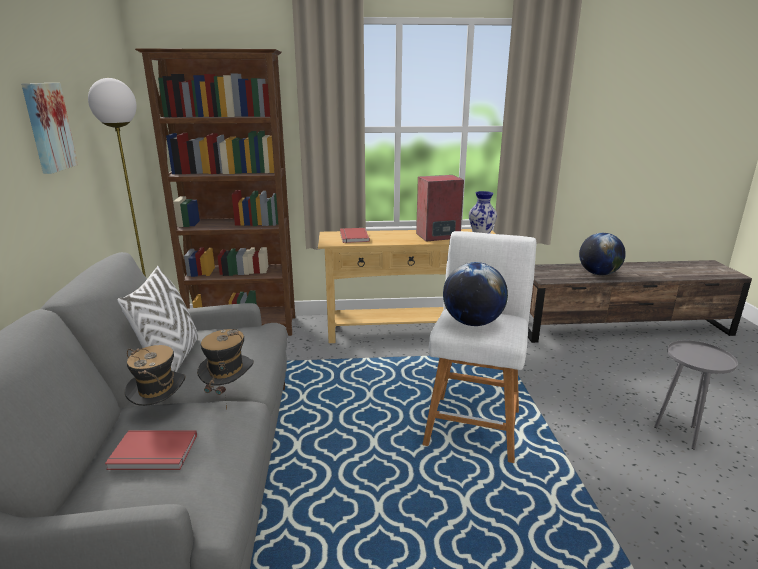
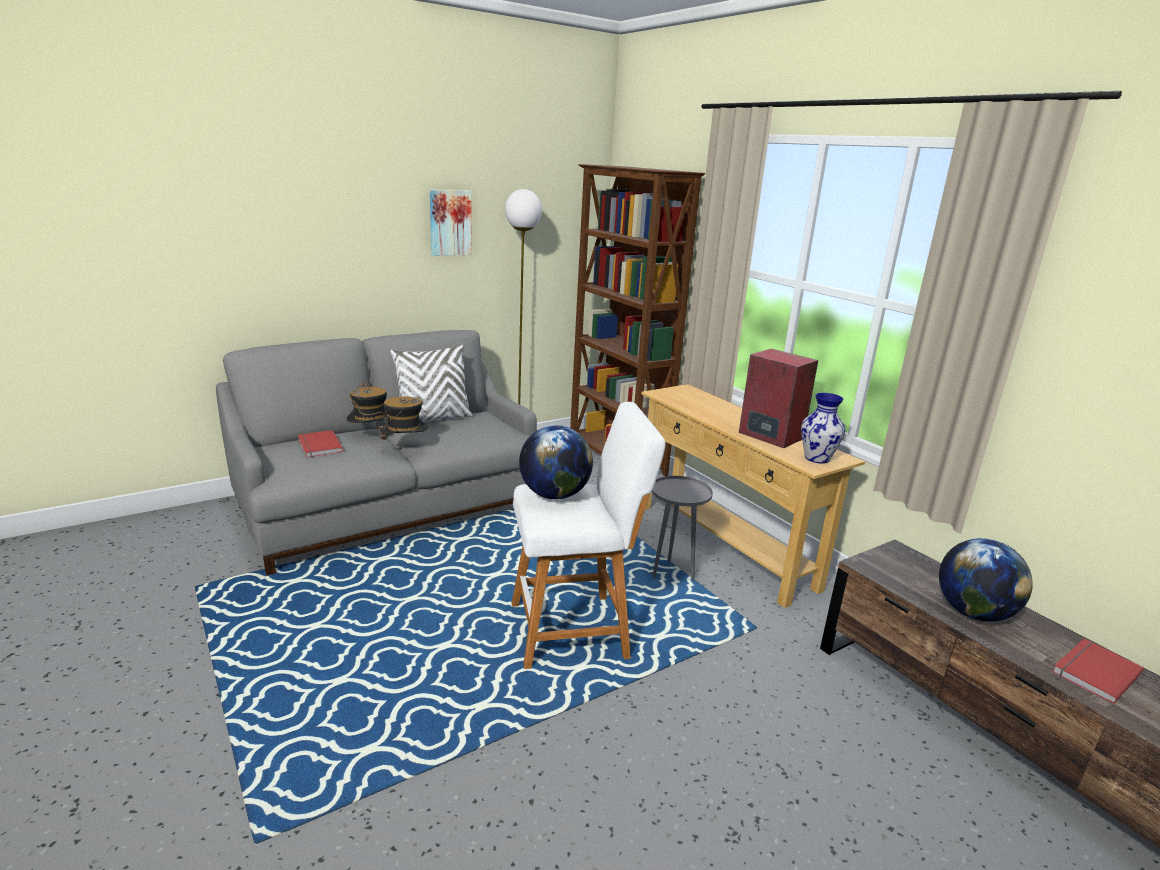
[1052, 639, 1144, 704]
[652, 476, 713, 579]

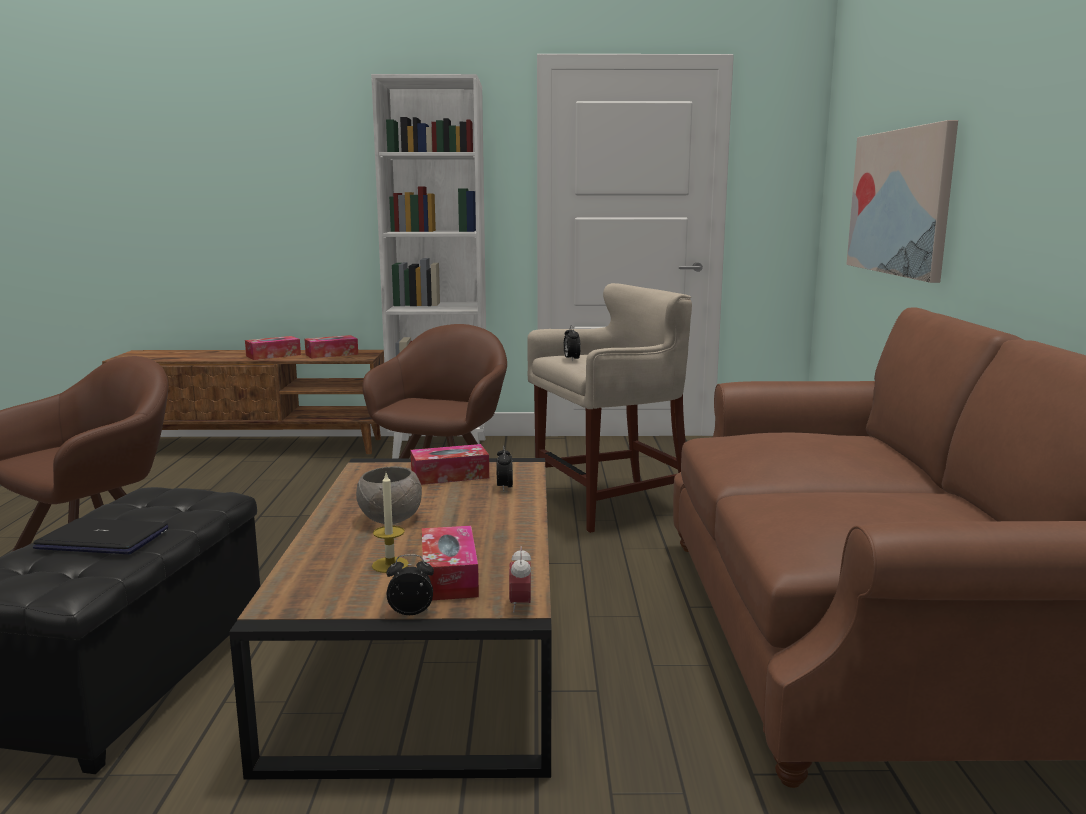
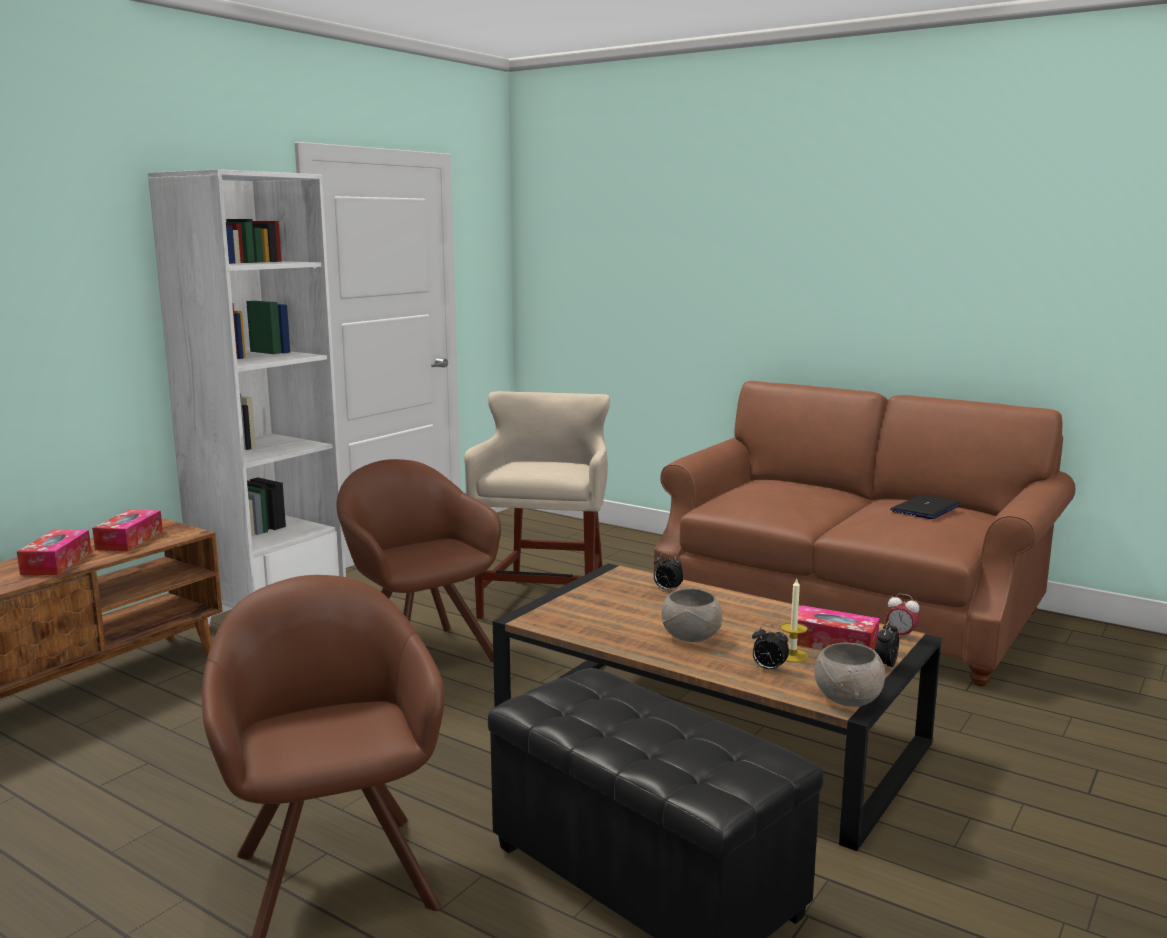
[890, 495, 961, 519]
[410, 444, 489, 485] (first image)
[752, 625, 789, 672]
[846, 120, 958, 283] (first image)
[815, 643, 885, 707]

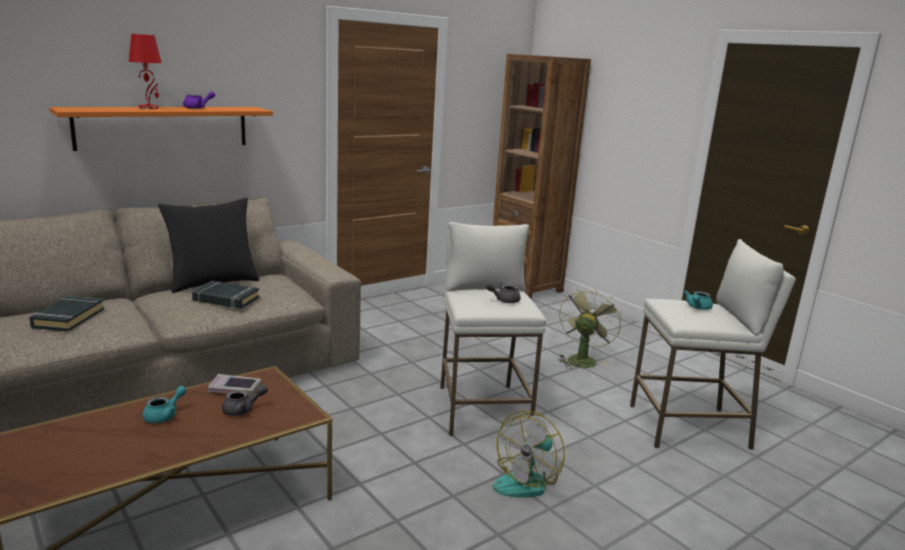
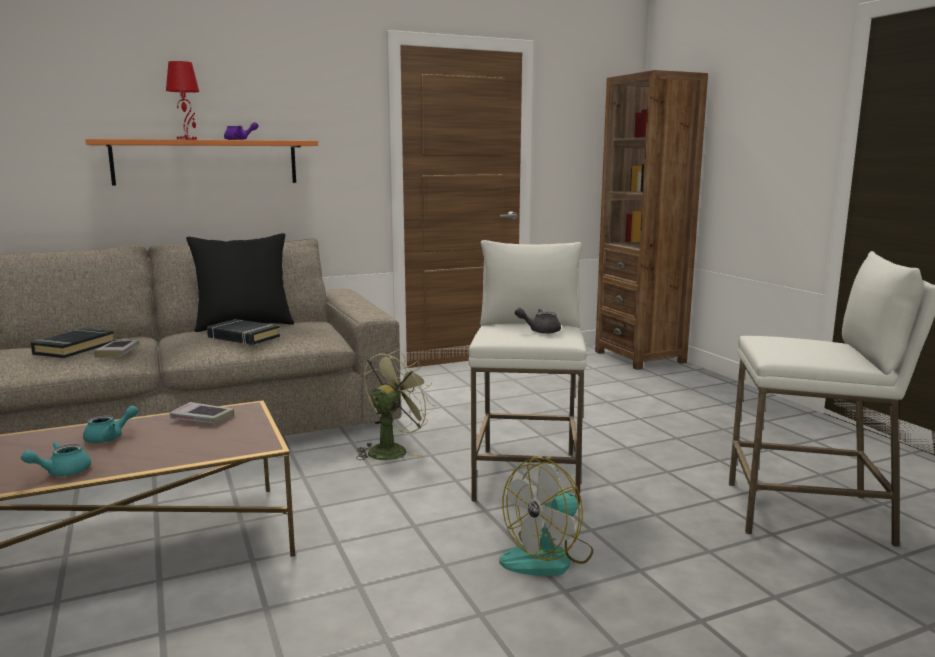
[222, 385, 268, 416] (first image)
[356, 349, 436, 460]
[21, 442, 91, 476]
[94, 340, 140, 358]

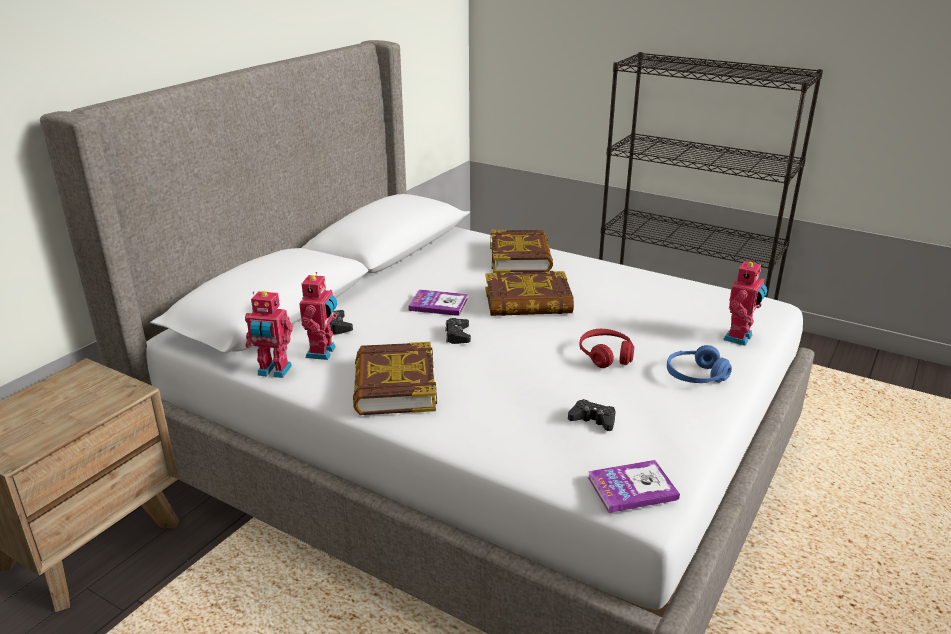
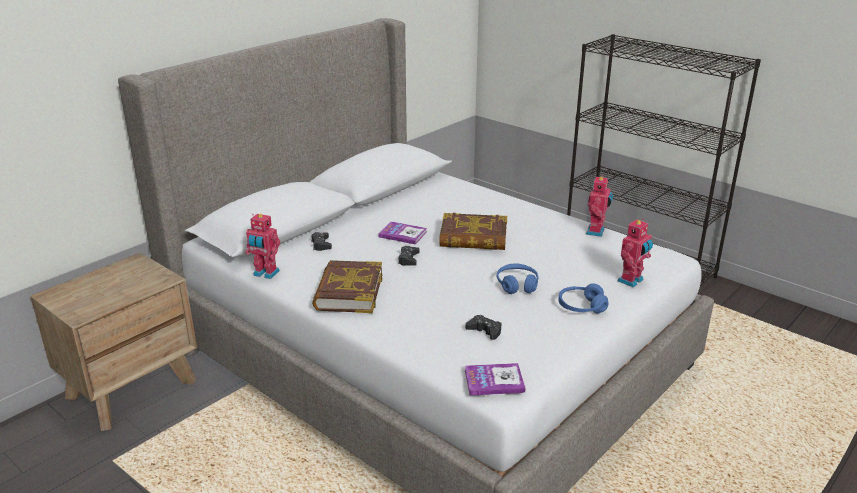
[586, 175, 613, 237]
[490, 230, 553, 273] (first image)
[497, 263, 538, 294]

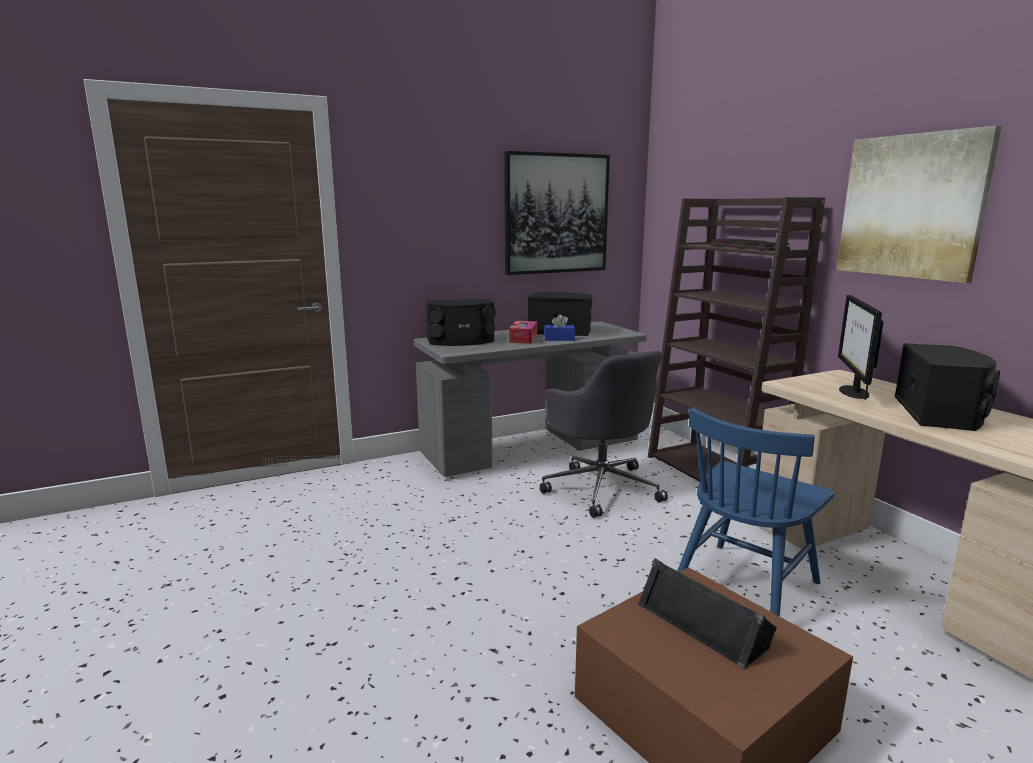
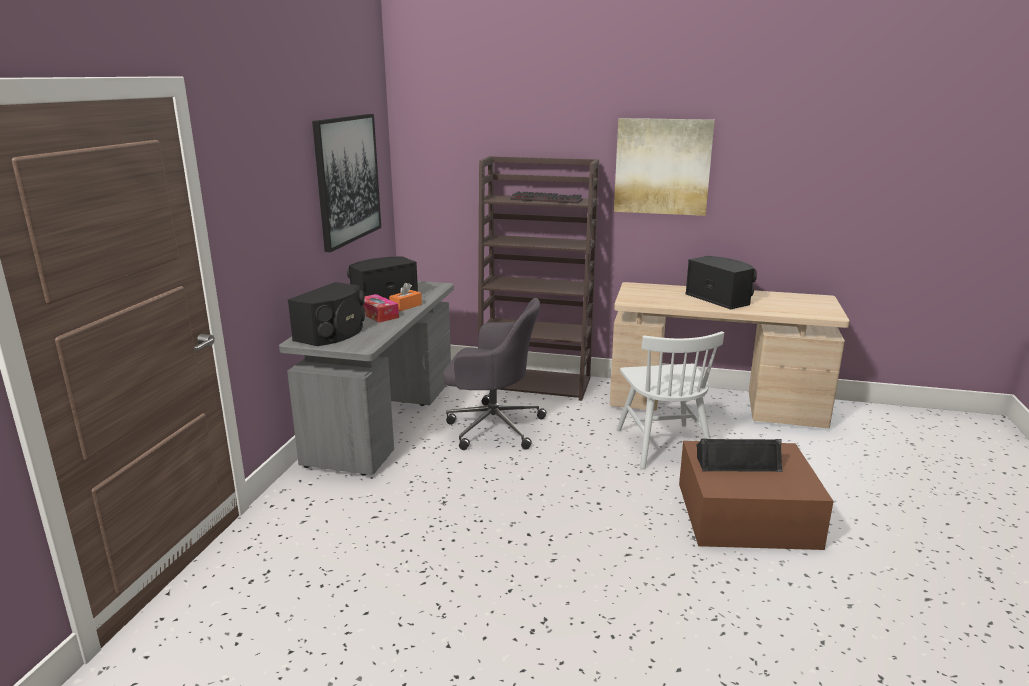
[389, 283, 422, 311]
[617, 331, 724, 469]
[838, 295, 884, 400] (first image)

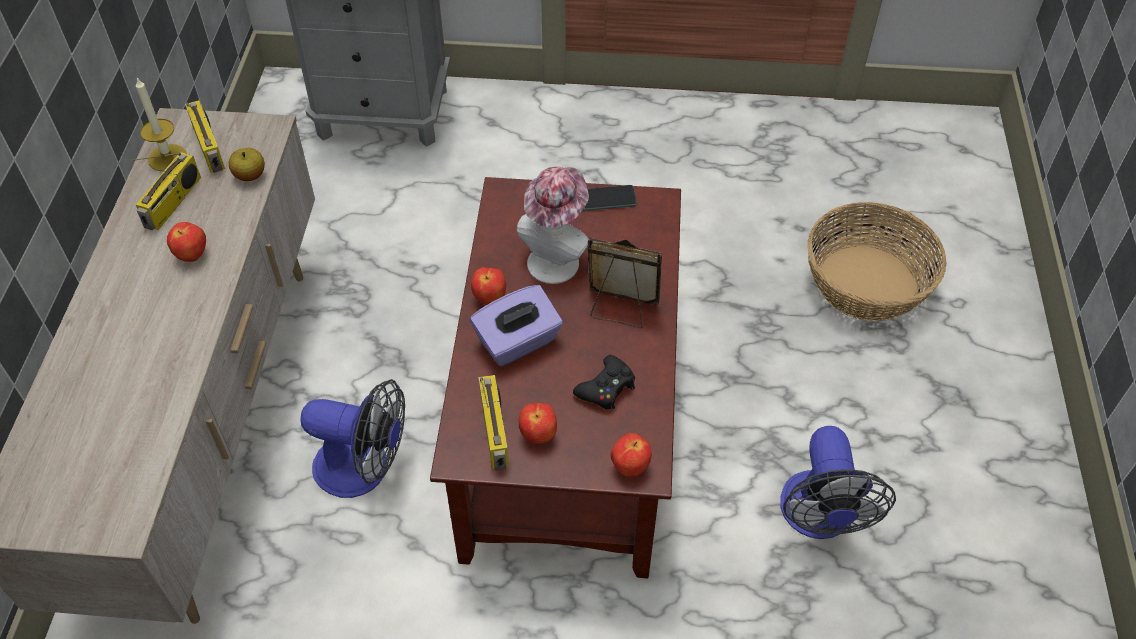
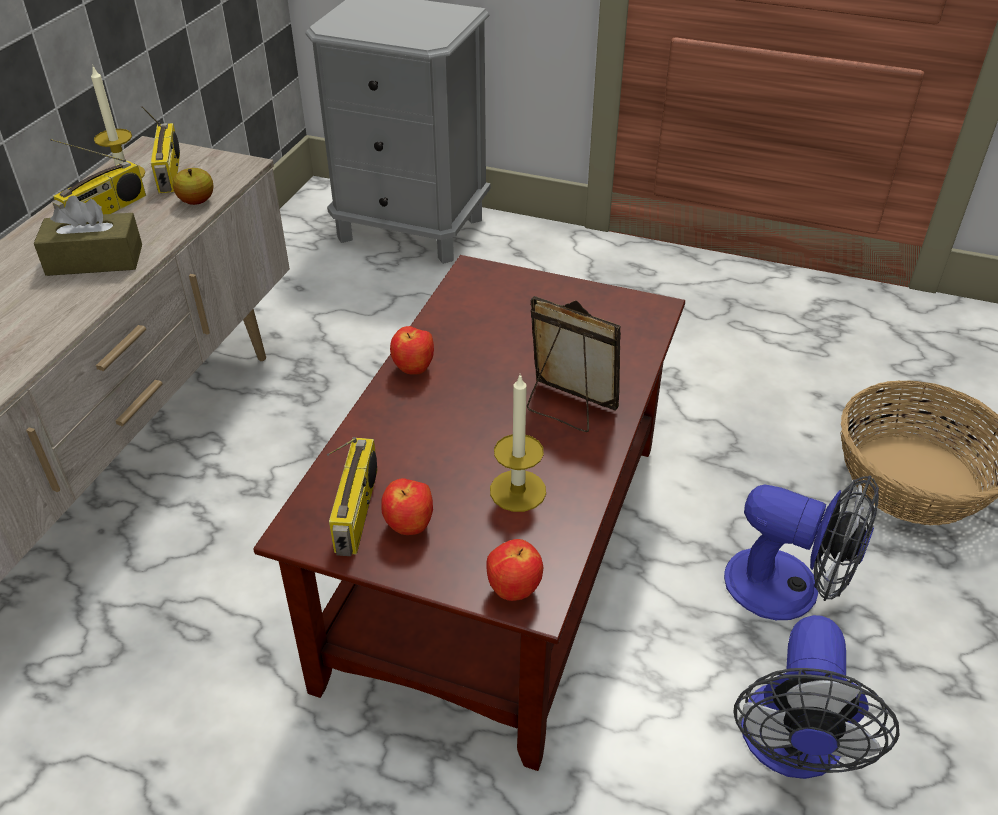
[34, 196, 142, 276]
[724, 475, 879, 620]
[470, 285, 563, 366] (first image)
[517, 167, 589, 284] (first image)
[490, 373, 546, 512]
[583, 185, 637, 211] (first image)

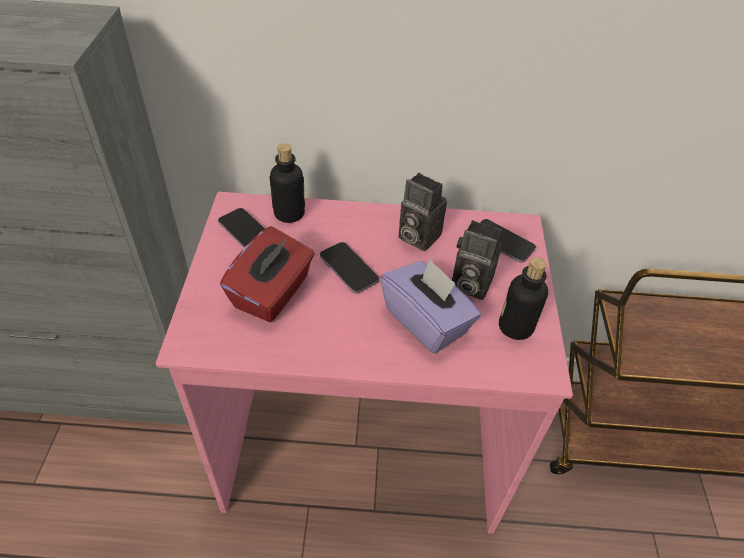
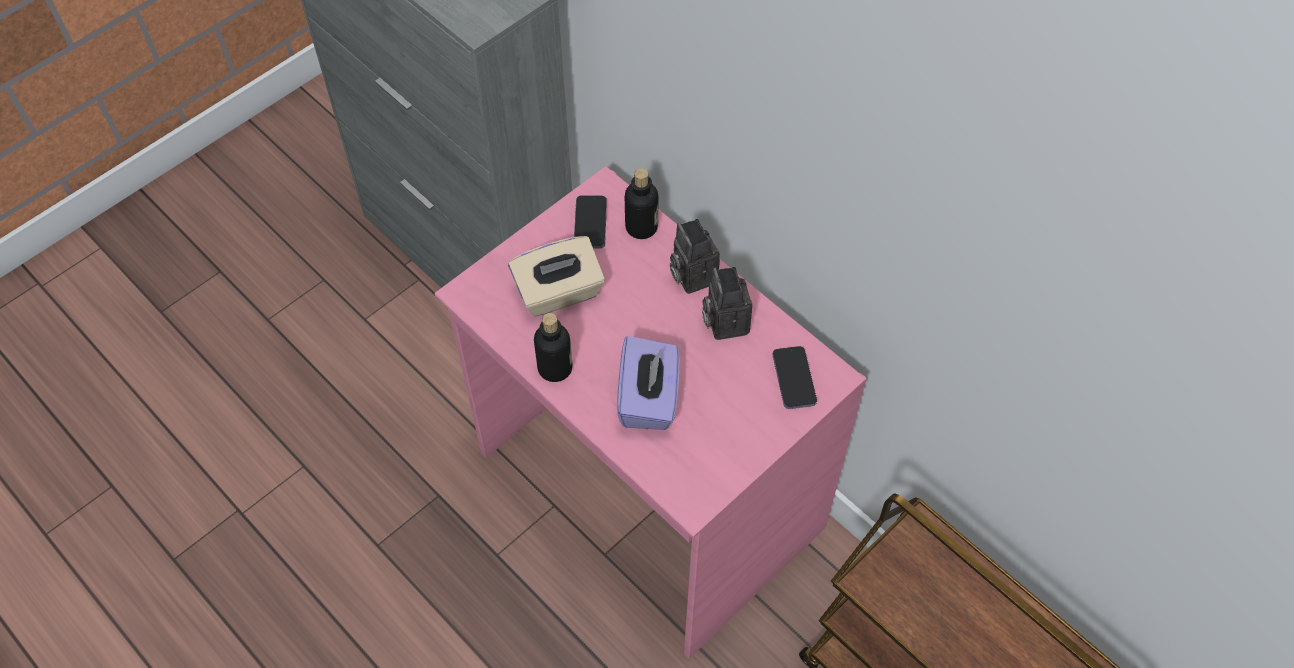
[508, 236, 605, 317]
[320, 242, 379, 293] (first image)
[670, 219, 720, 294]
[534, 313, 572, 382]

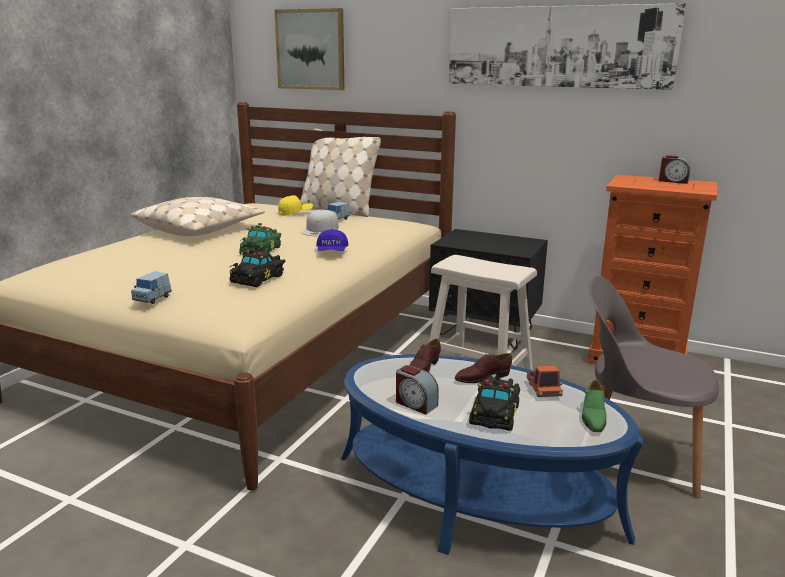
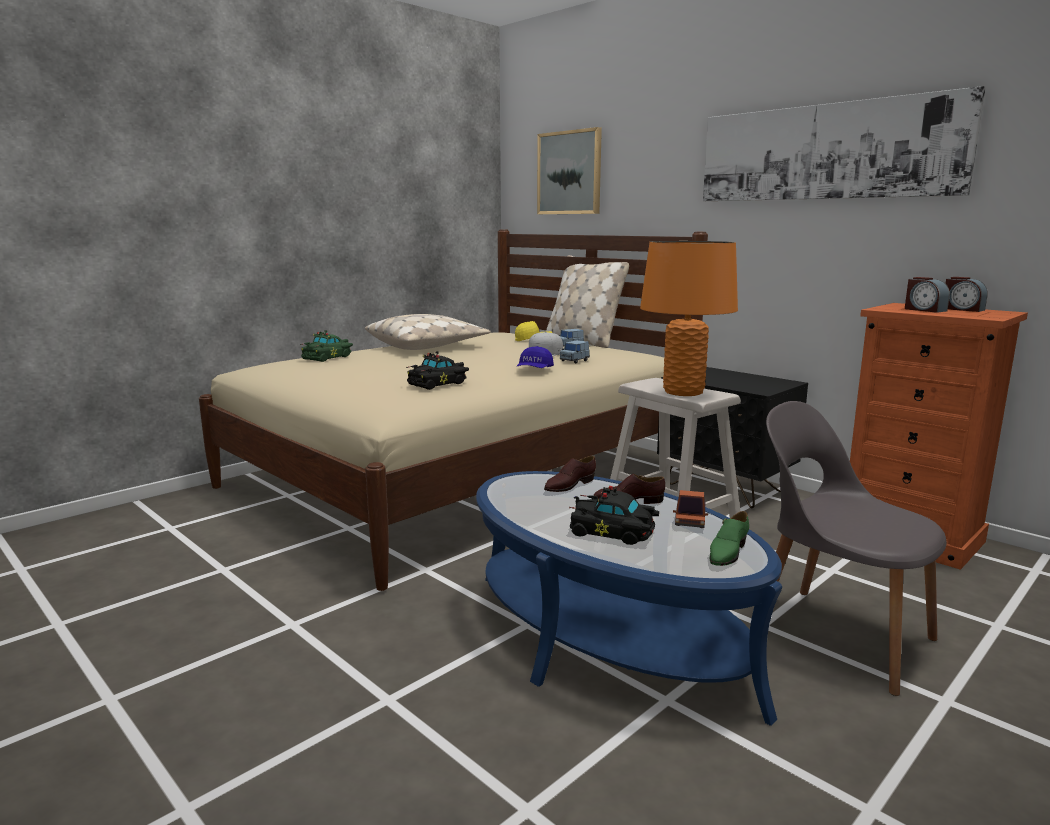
[560, 340, 590, 363]
[300, 330, 353, 362]
[905, 277, 950, 313]
[569, 486, 659, 545]
[640, 241, 738, 396]

